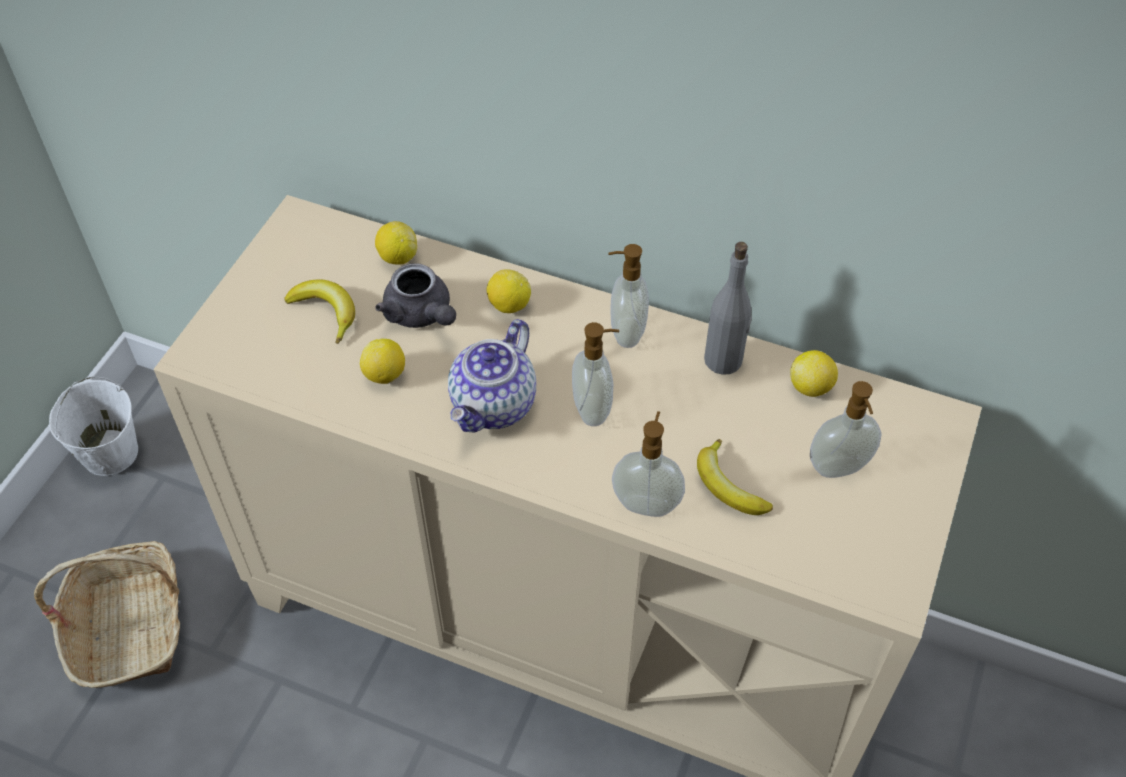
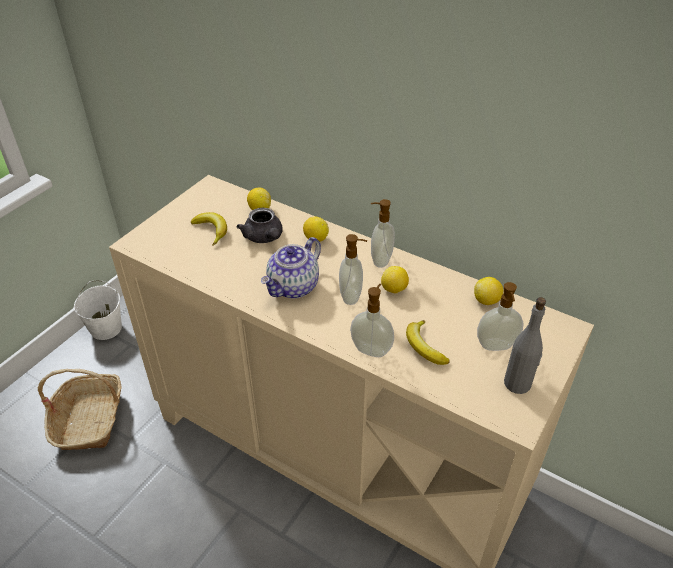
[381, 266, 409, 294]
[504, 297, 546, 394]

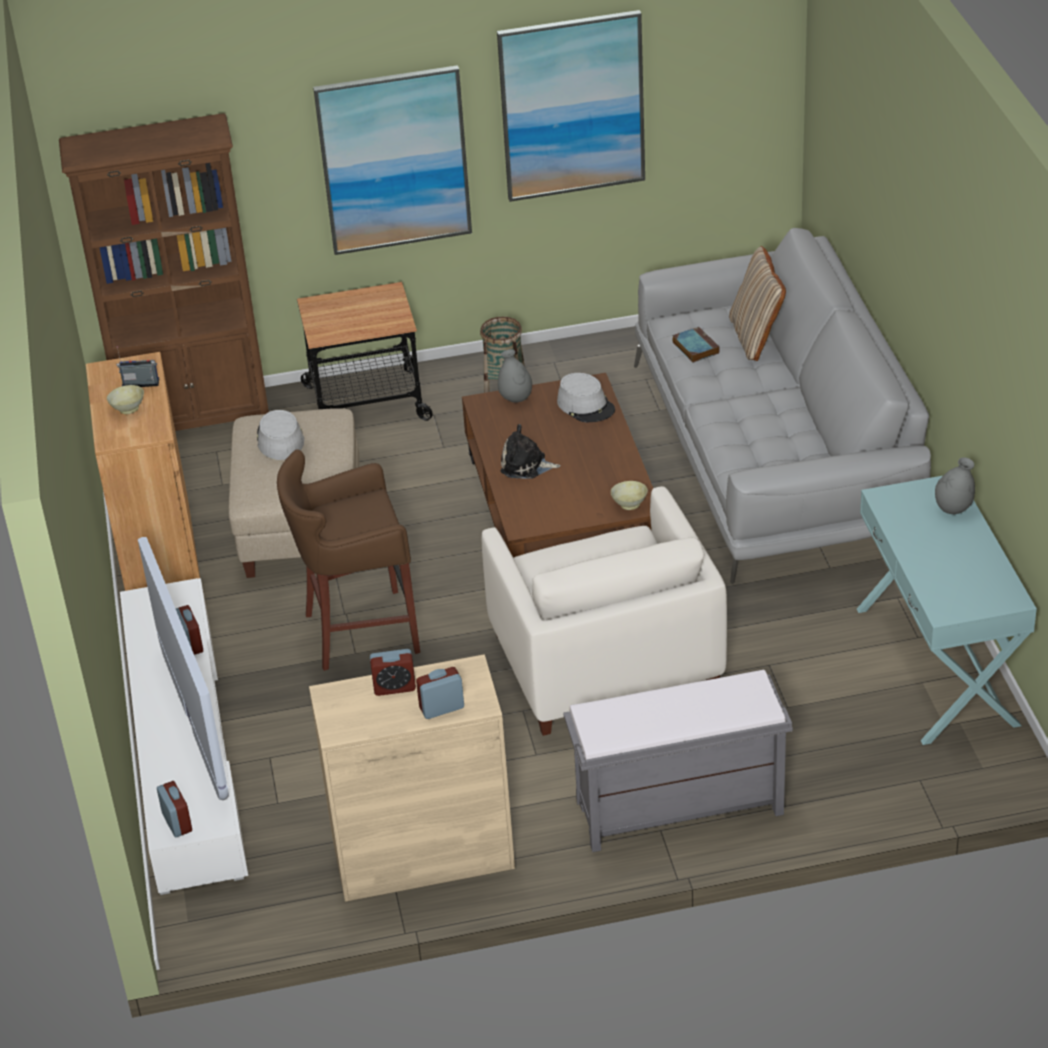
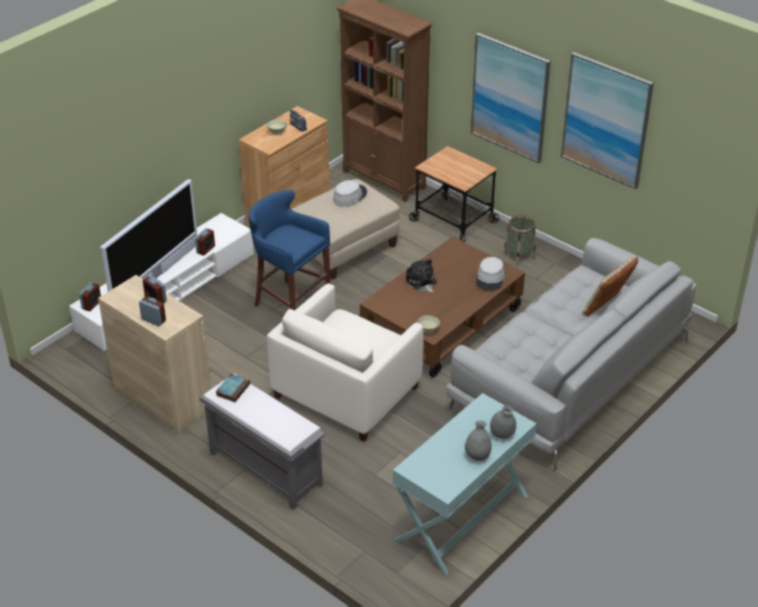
[249, 189, 330, 311]
[465, 421, 492, 461]
[216, 374, 250, 402]

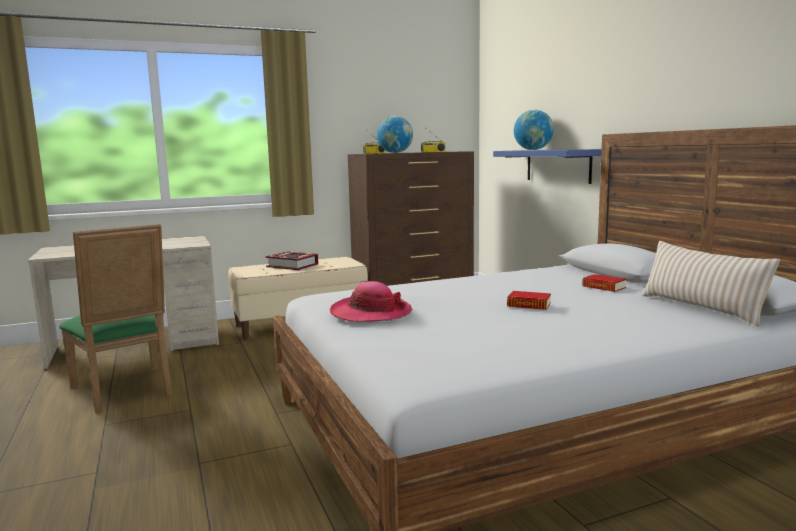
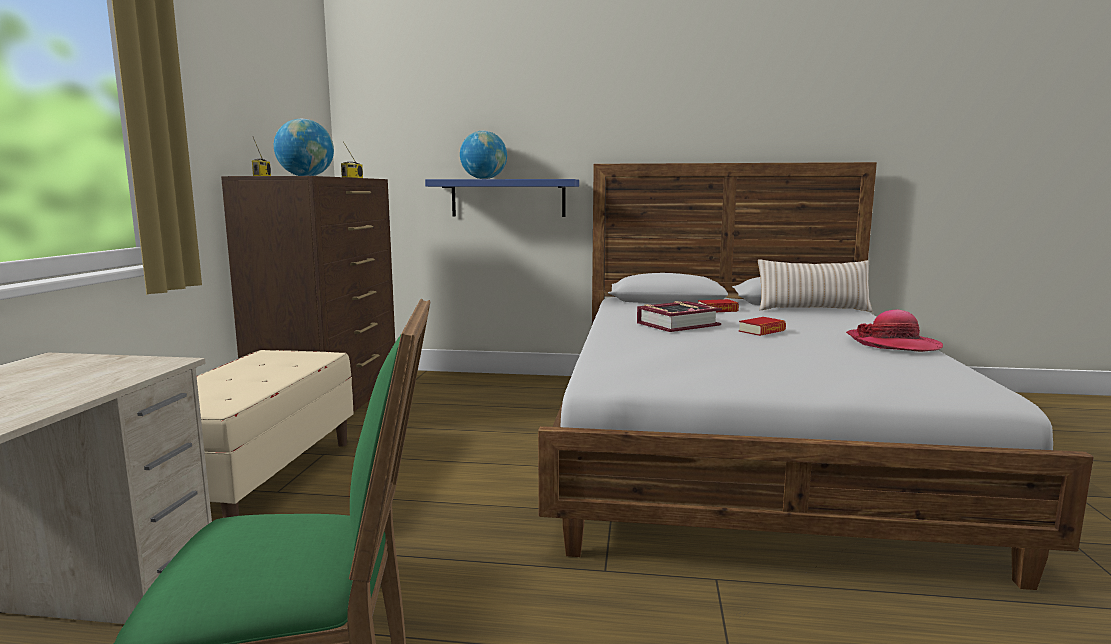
[637, 301, 722, 332]
[846, 310, 943, 352]

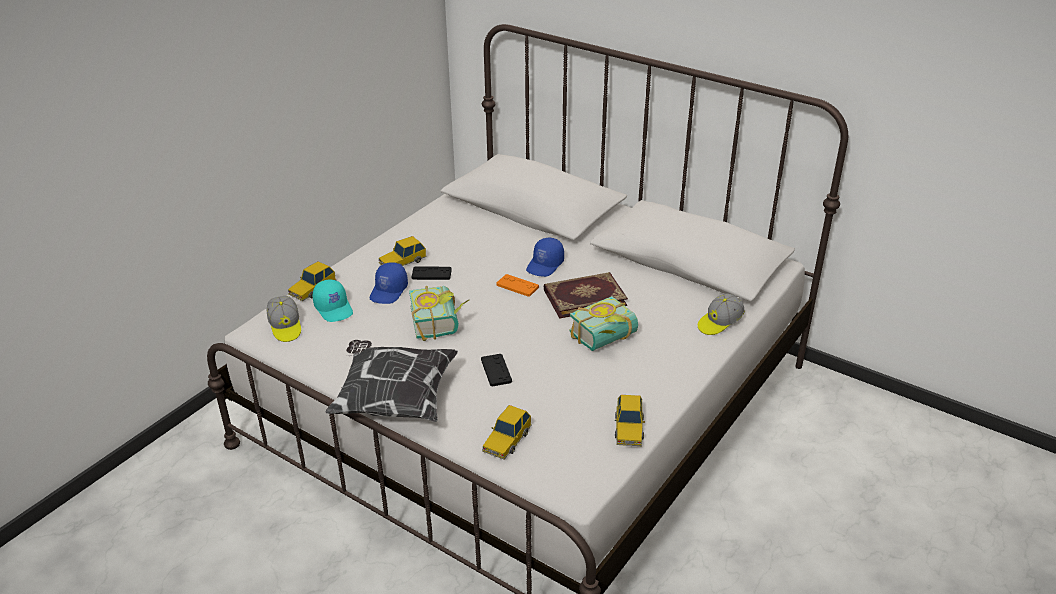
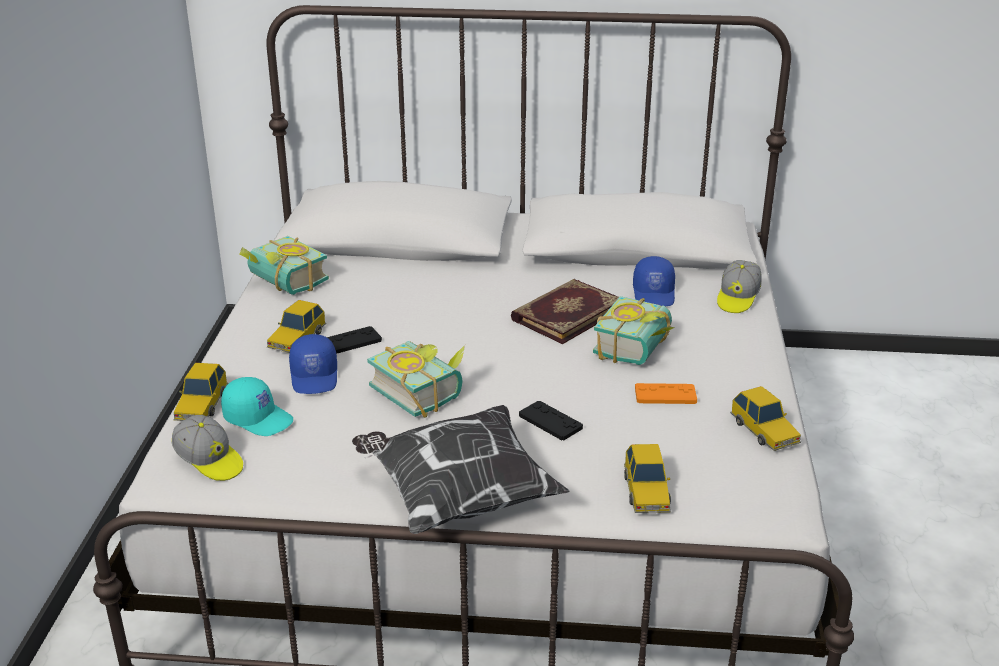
[635, 383, 697, 404]
[633, 256, 675, 306]
[240, 236, 329, 295]

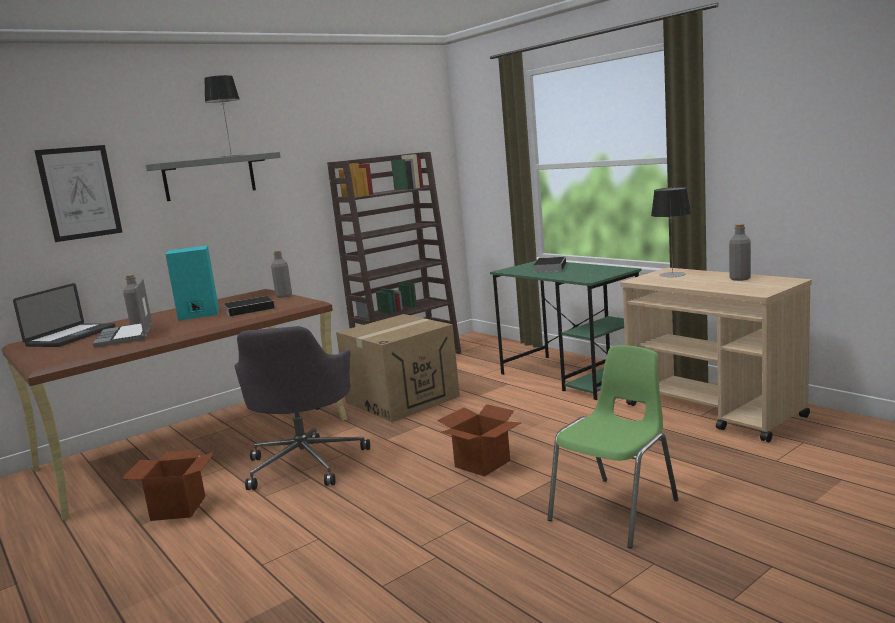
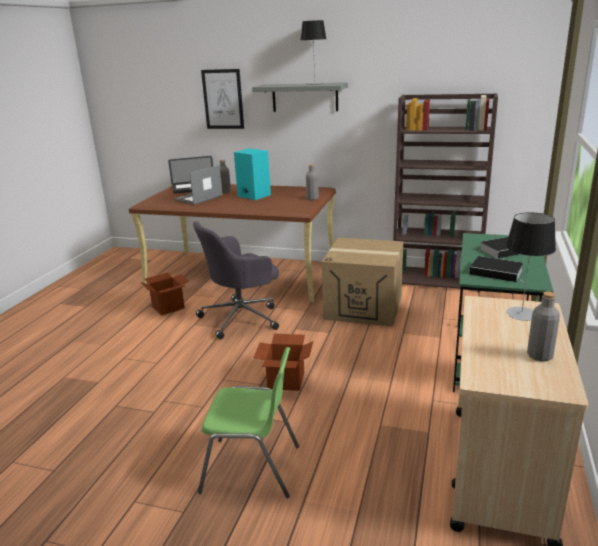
[469, 256, 525, 282]

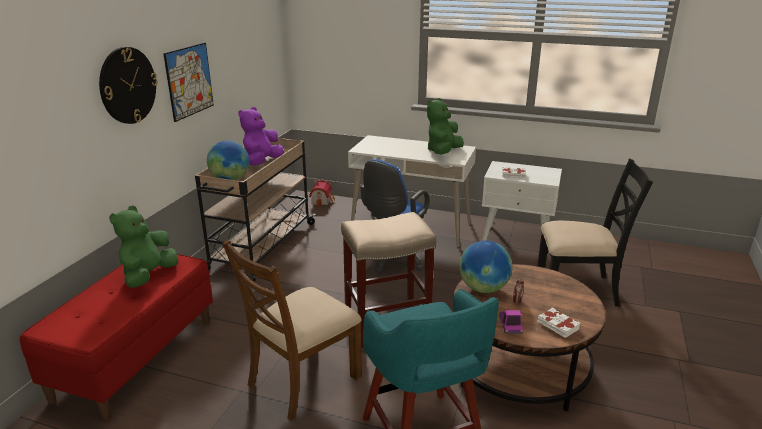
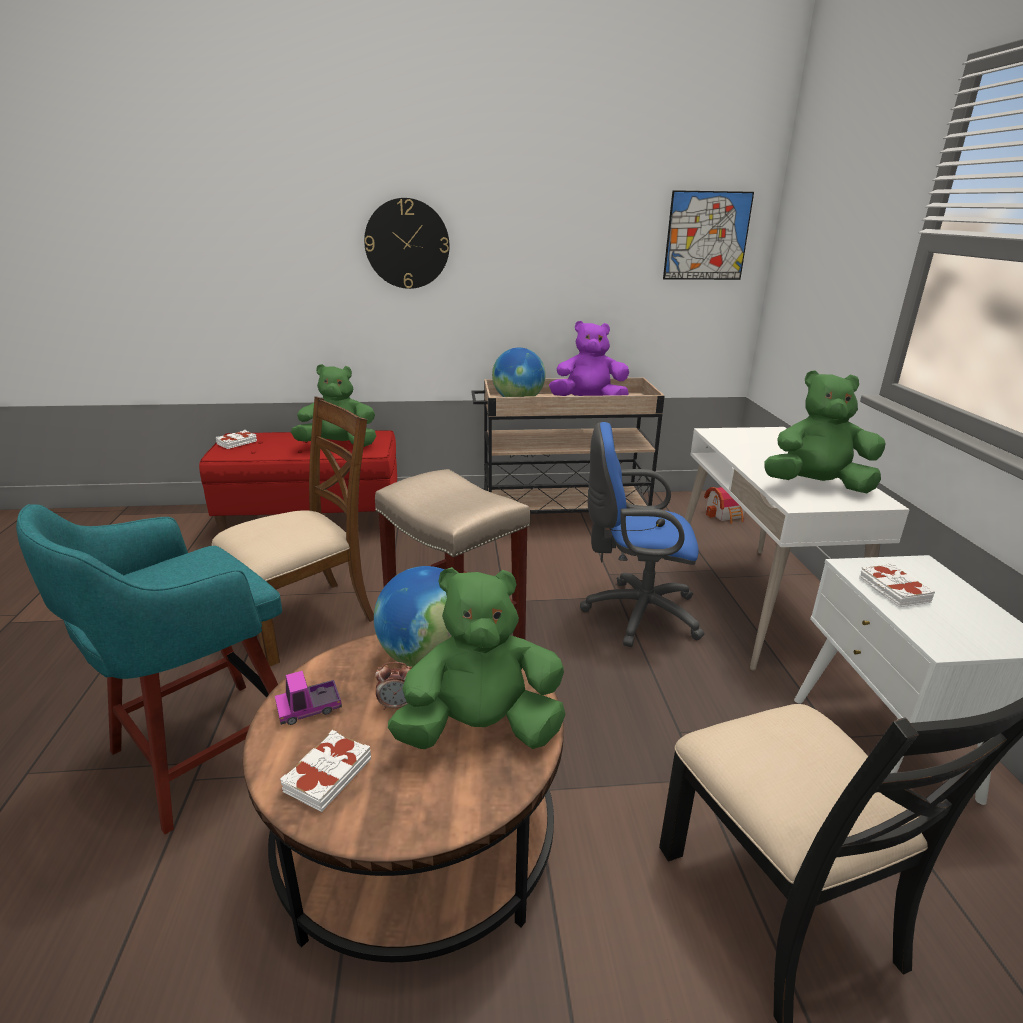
[663, 190, 754, 280]
[212, 396, 374, 666]
[216, 430, 257, 449]
[388, 567, 566, 749]

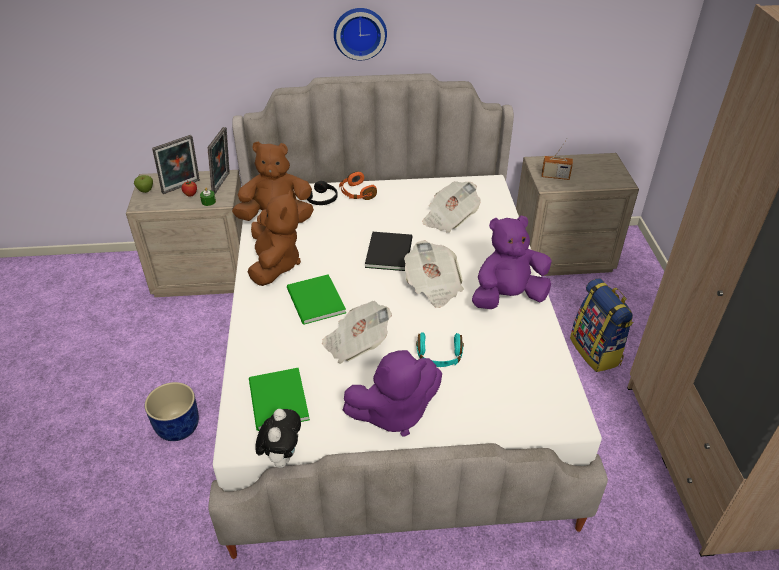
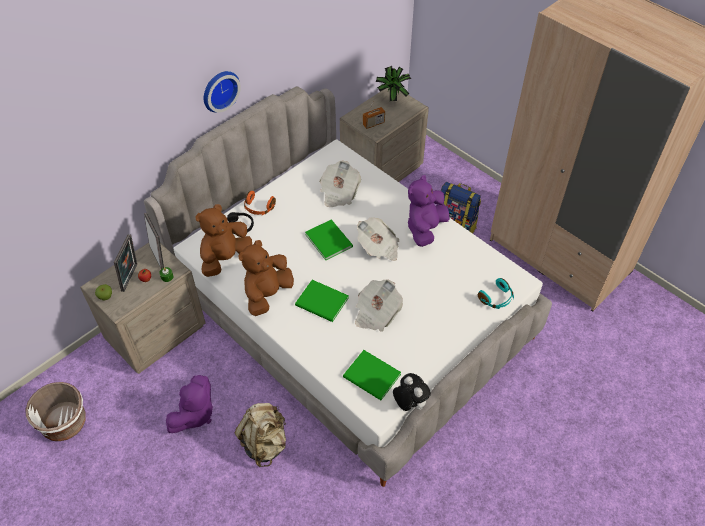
[235, 403, 286, 467]
[239, 240, 294, 316]
[166, 375, 213, 433]
[305, 220, 353, 260]
[478, 278, 514, 309]
[26, 382, 86, 441]
[376, 66, 411, 101]

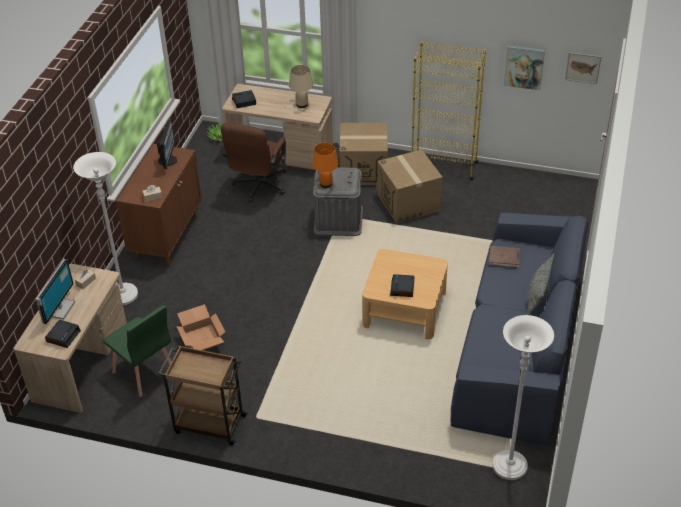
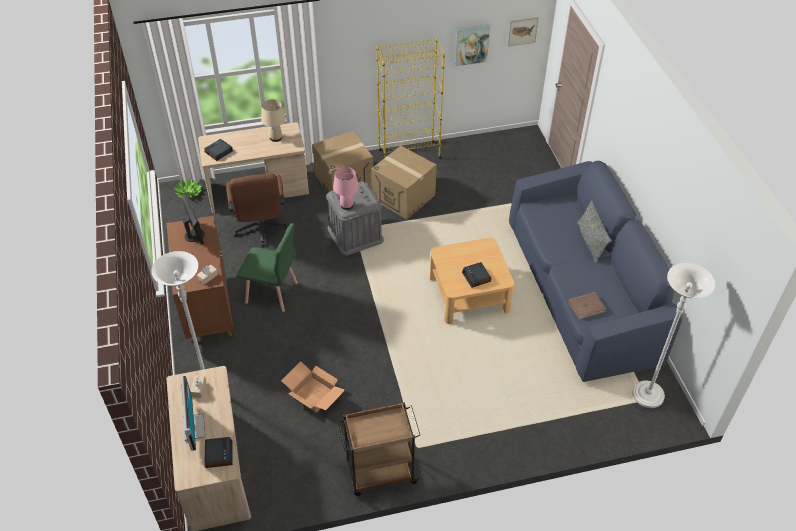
[237, 223, 298, 312]
[333, 167, 359, 210]
[568, 292, 606, 320]

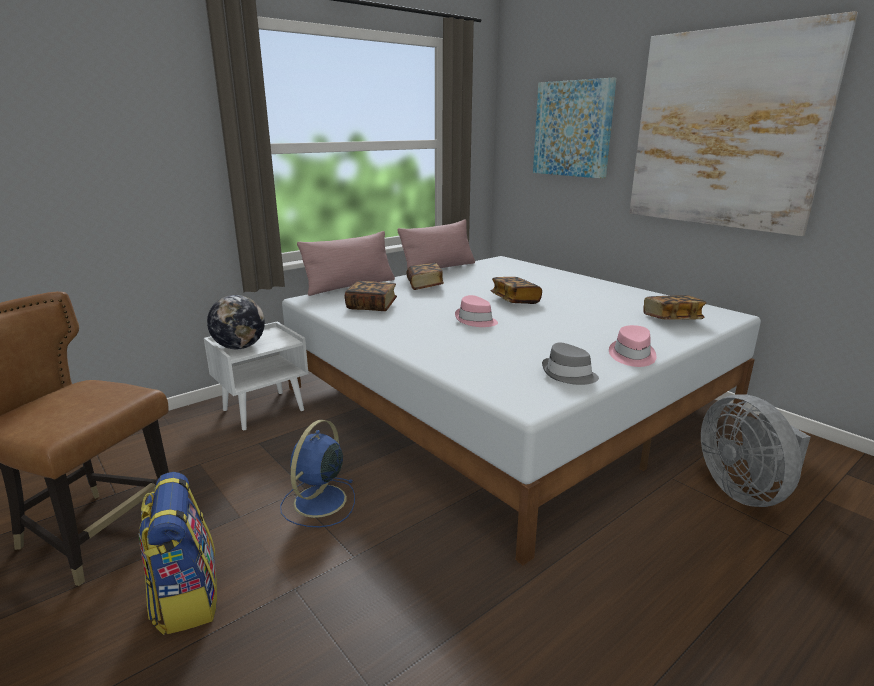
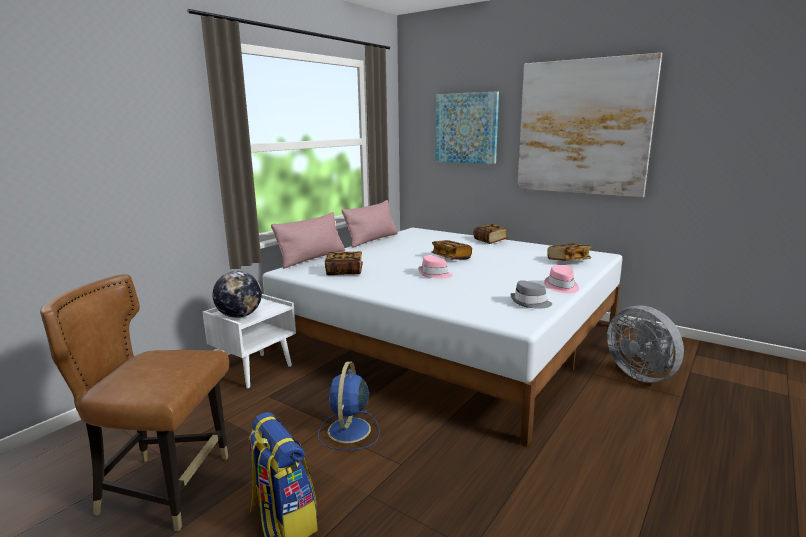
[473, 224, 508, 244]

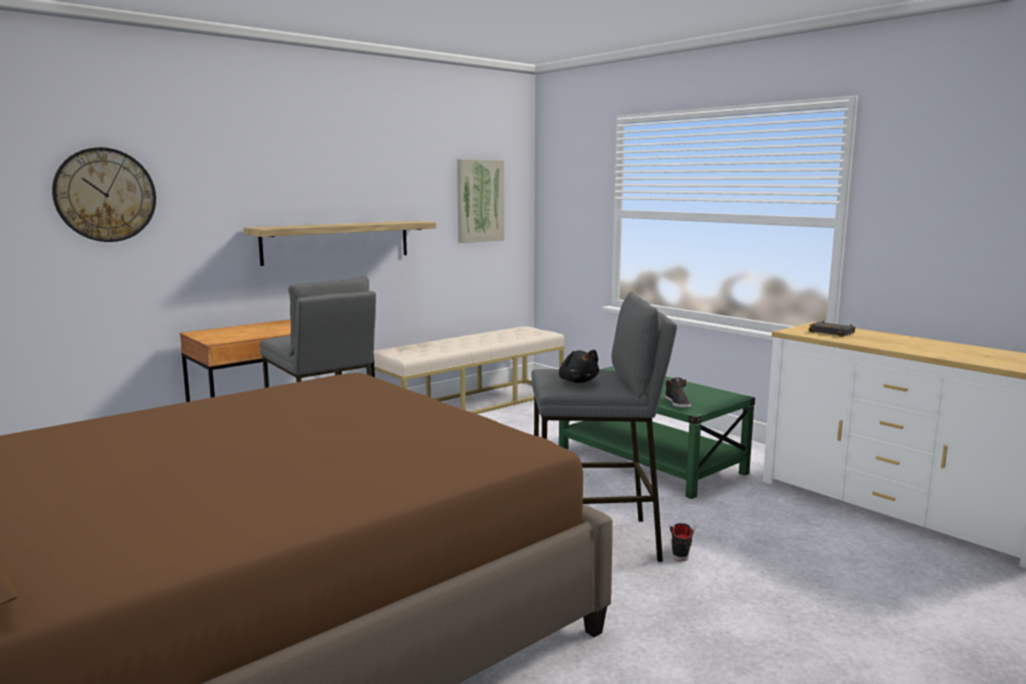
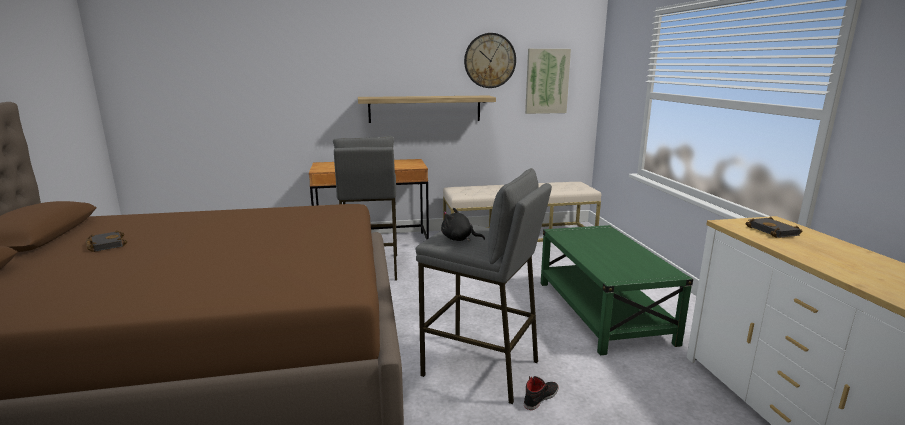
[464, 33, 516, 88]
[441, 208, 485, 242]
[665, 378, 691, 408] (first image)
[86, 230, 127, 252]

